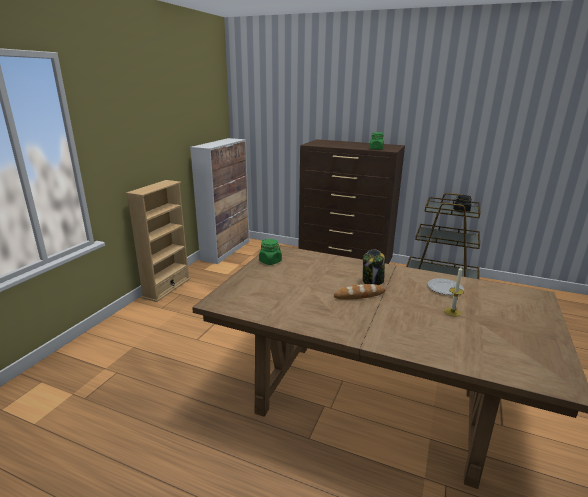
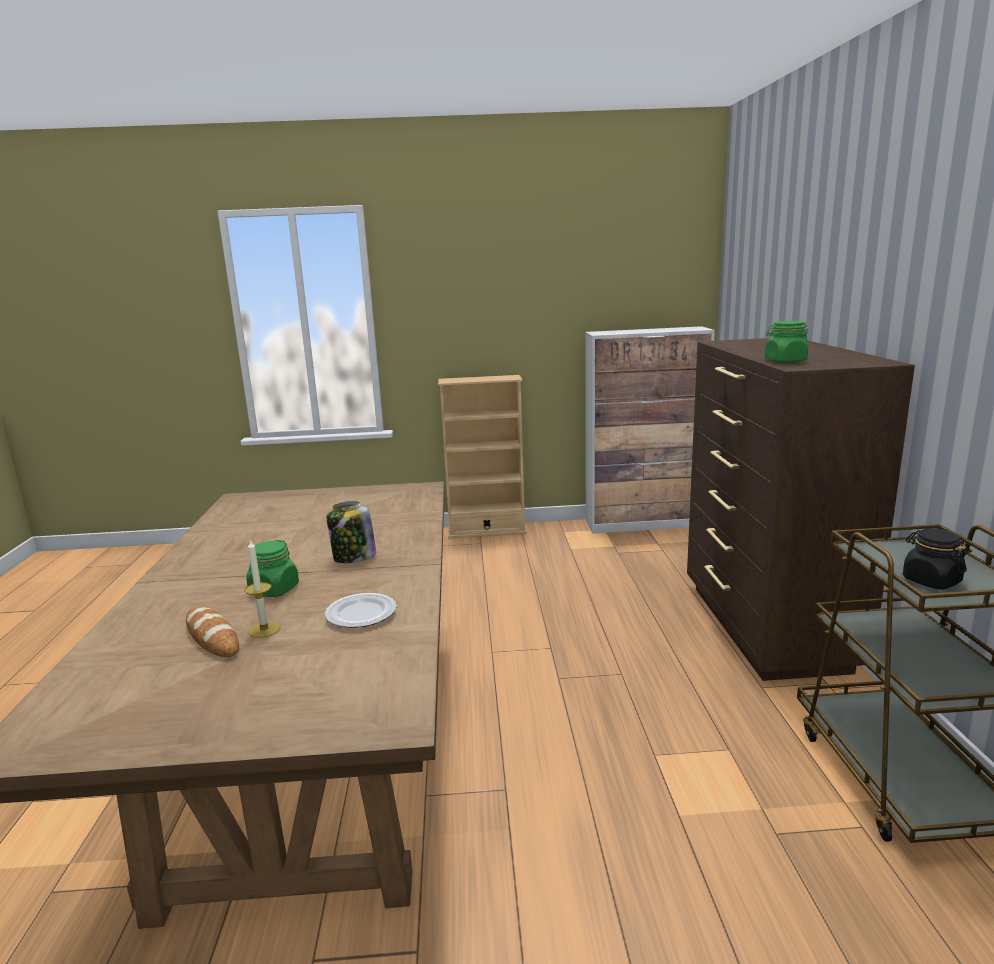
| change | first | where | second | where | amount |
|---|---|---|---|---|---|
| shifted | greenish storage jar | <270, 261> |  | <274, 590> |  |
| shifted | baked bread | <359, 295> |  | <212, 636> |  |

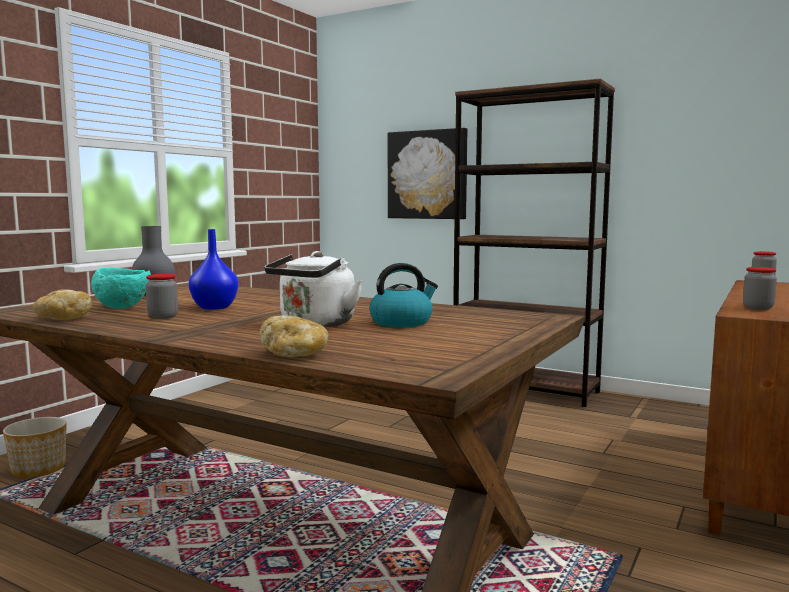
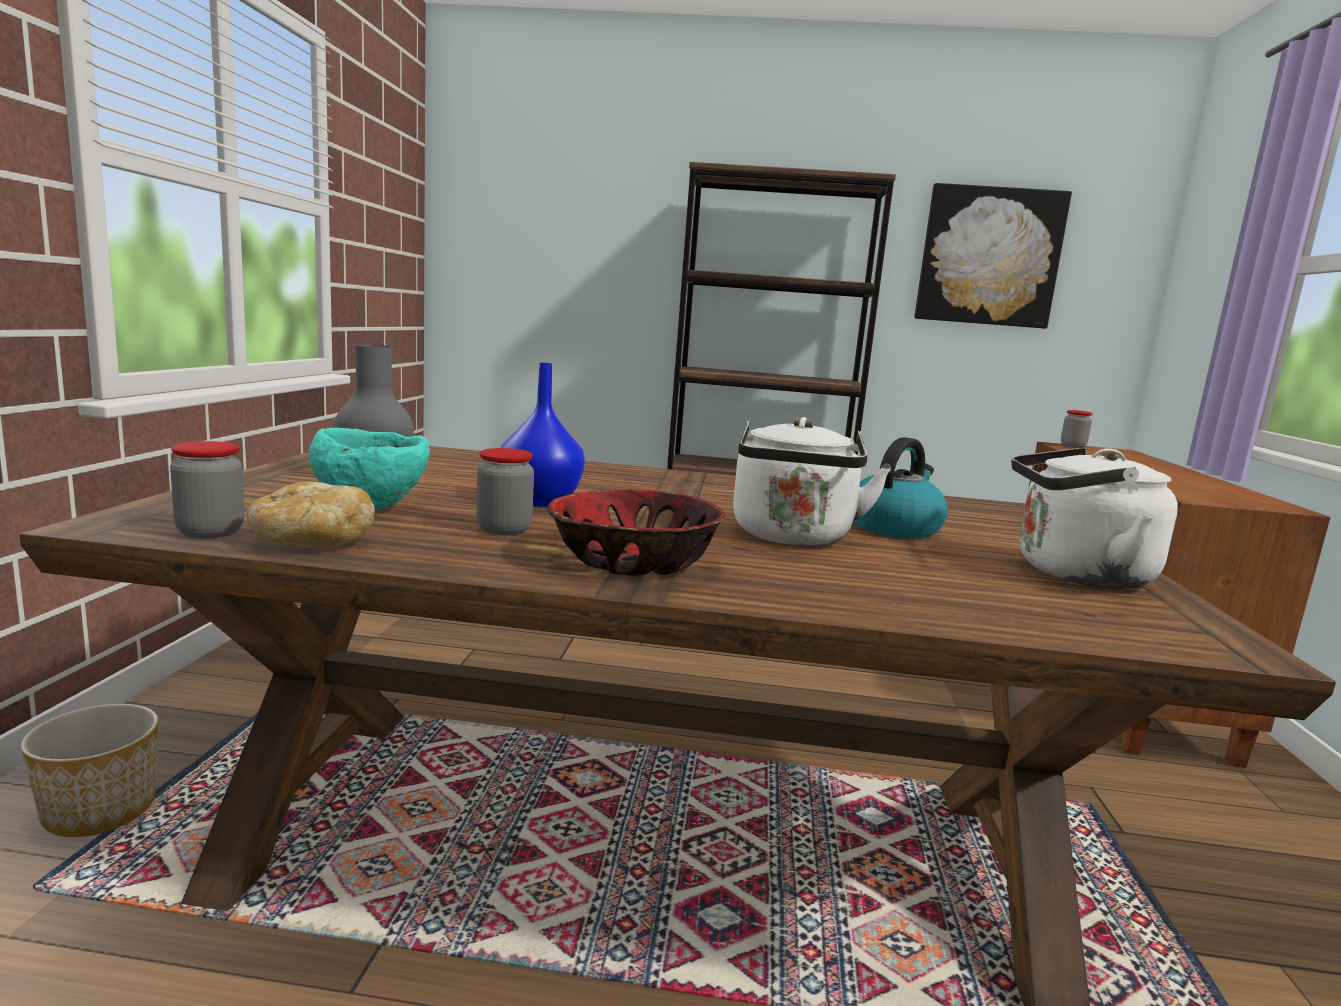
| change | first | where | second | where | amount |
|---|---|---|---|---|---|
| gone | baked bread | <295, 354> |  |  |  |
| shifted | picture | <427, 175> |  | <989, 257> |  |
| shifted | storage jar | <758, 308> |  | <210, 532> |  |
| new |  |  | bowl | <631, 561> |  |
| new |  |  | white water kettle | <1074, 574> |  |

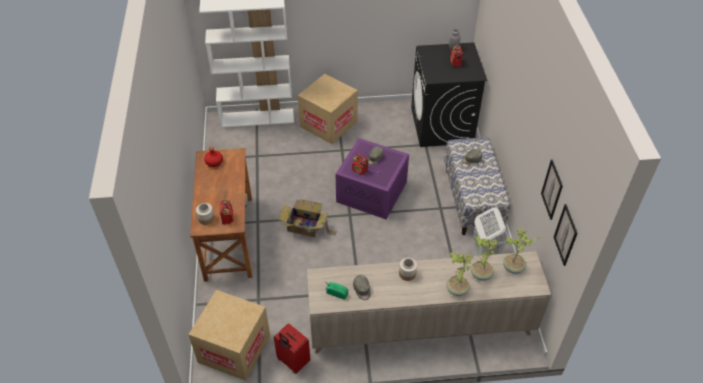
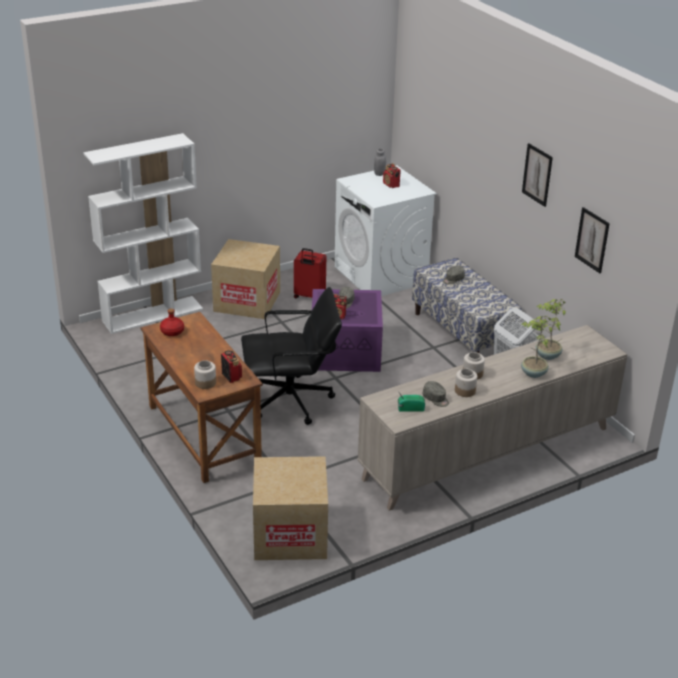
| change | first | where | second | where | amount |
|---|---|---|---|---|---|
| shifted | red travel case | <292, 361> |  | <309, 296> |  |
| swapped | packing box | <305, 227> | black desk chair | <291, 401> |  |
| repainted | black laundry appliance | <442, 125> | white laundry appliance | <381, 275> |  |
| gone | plant in a pot | <513, 268> |  |  |  |
| shifted | picture | <565, 235> |  | <537, 174> |  |
| new |  |  | storage jar | <465, 391> |  |

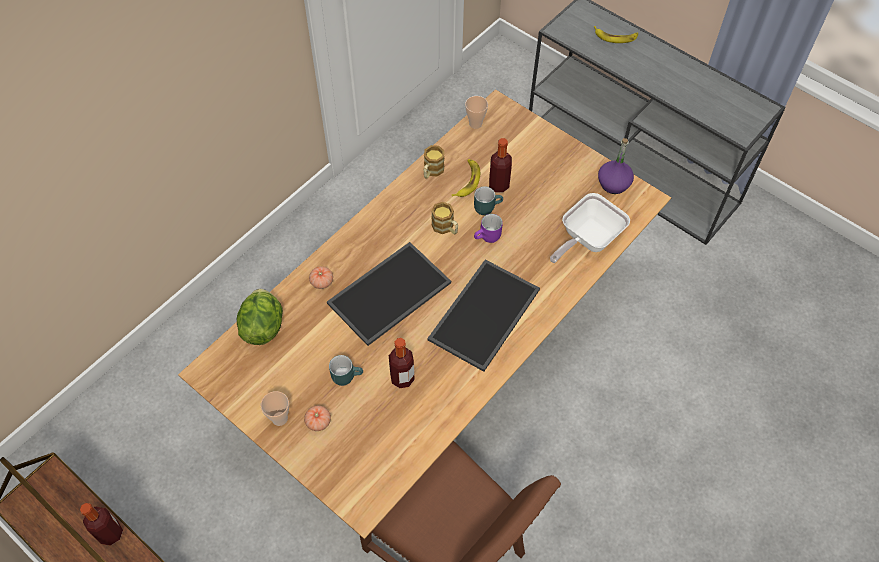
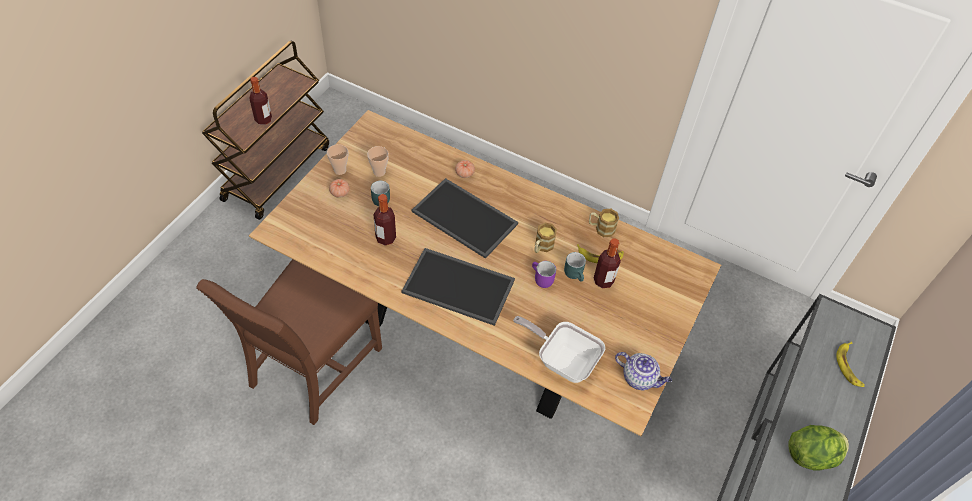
| change | first | where | second | where | amount |
|---|---|---|---|---|---|
| shifted | lettuce | <263, 326> |  | <811, 455> |  |
| shifted | small cup | <475, 124> |  | <379, 172> |  |
| swapped | purple bottle | <613, 184> | pot for tea | <639, 378> |  |

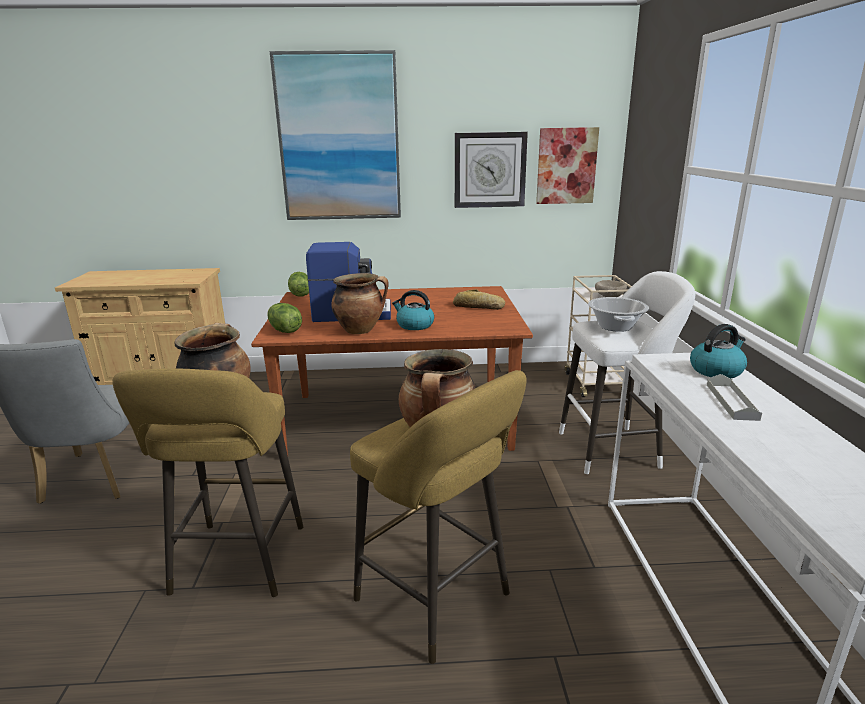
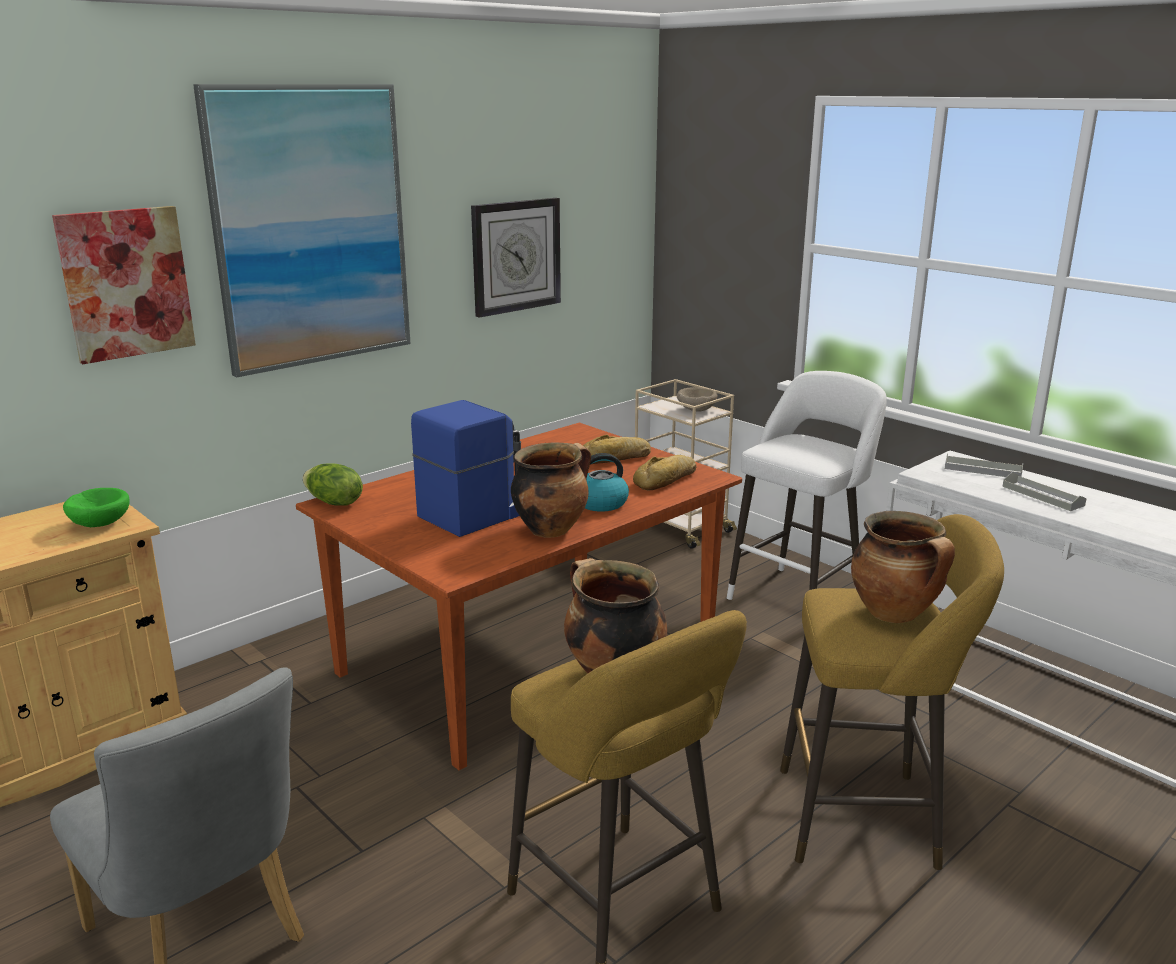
| change | first | where | second | where | amount |
|---|---|---|---|---|---|
| gone | lettuce | <284, 330> |  |  |  |
| shifted | picture | <566, 166> |  | <126, 283> |  |
| gone | saucepot | <615, 326> |  |  |  |
| swapped | water kettle | <716, 370> | greyish serving tray | <982, 470> |  |
| new |  |  | greenish bowl | <99, 523> |  |
| new |  |  | baked bread | <667, 479> |  |

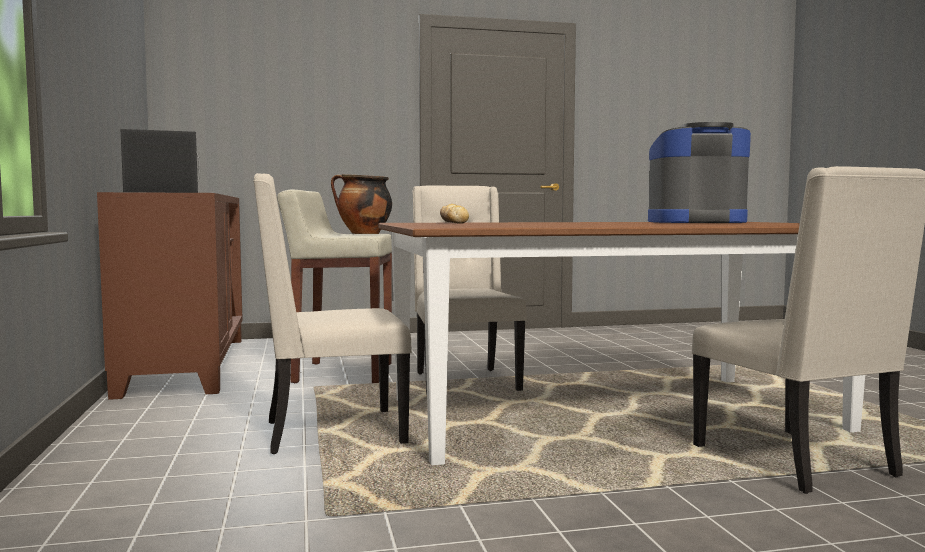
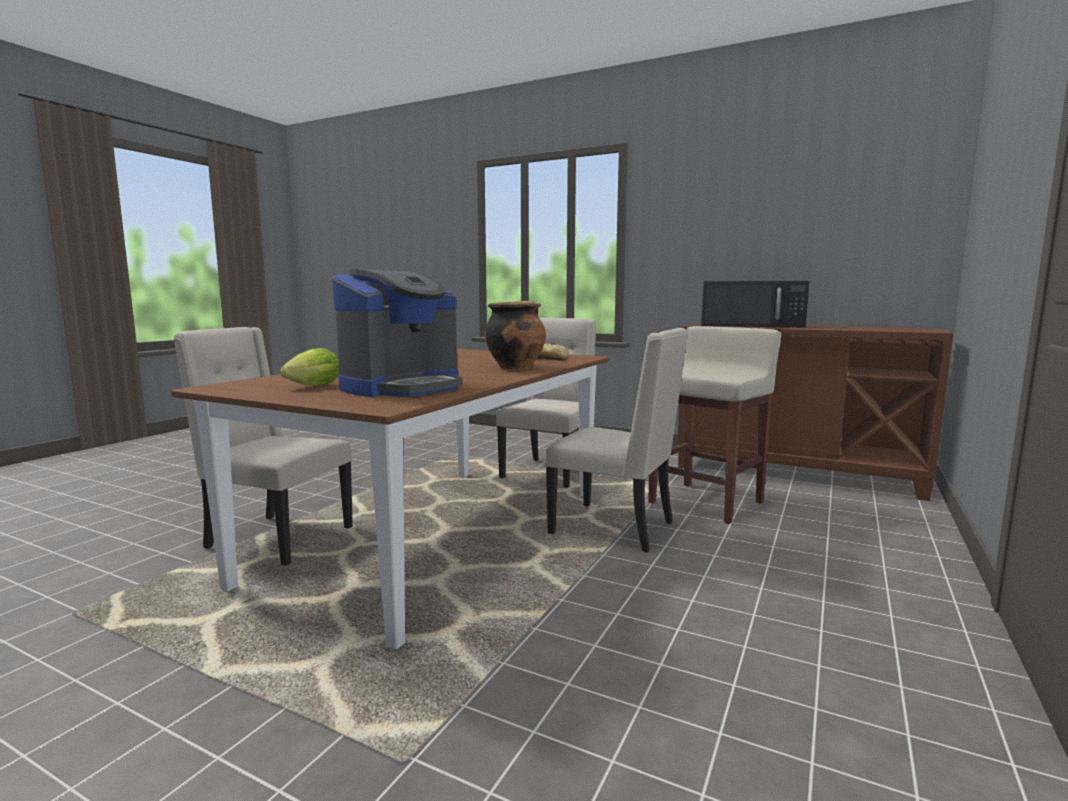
| change | first | where | second | where | amount |
|---|---|---|---|---|---|
| shifted | saucepot | <363, 234> |  | <515, 367> |  |
| new |  |  | lettuce | <311, 386> |  |

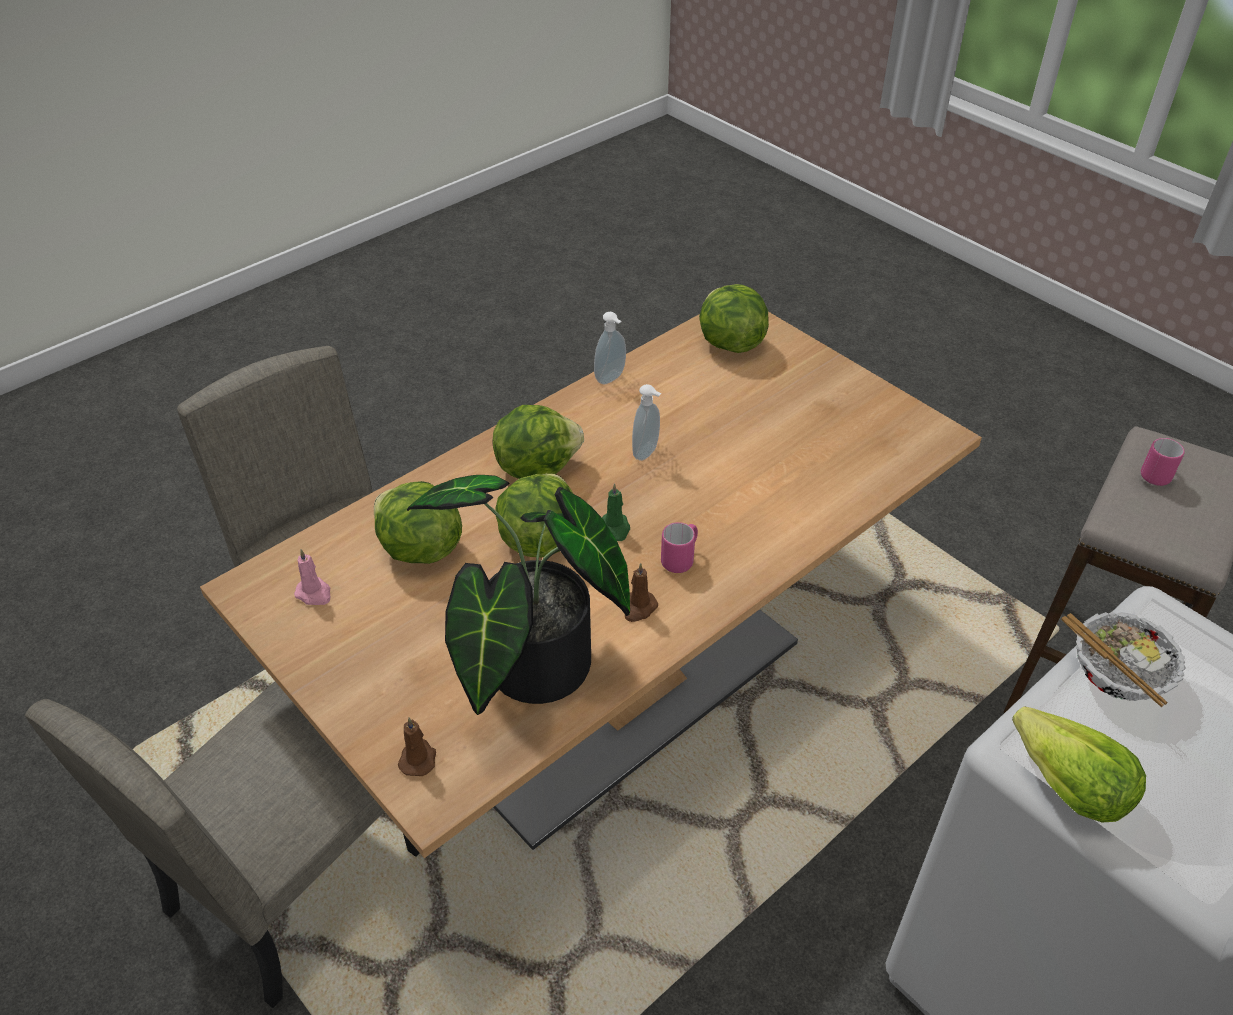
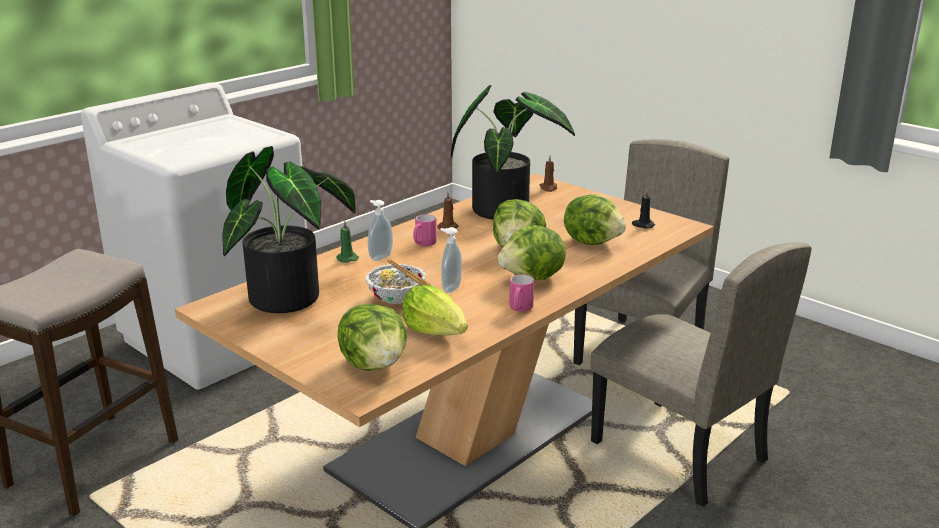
| change | first | where | second | where | amount |
|---|---|---|---|---|---|
| repainted | pink-coloured wax candle | <314, 594> | black wax candle | <642, 225> |  |
| shifted | soap bottle | <611, 379> |  | <379, 257> |  |
| shifted | greenish wax candle | <615, 528> |  | <346, 258> |  |
| shifted | lettuce | <1067, 786> |  | <436, 331> |  |
| shifted | bowl | <1115, 678> |  | <397, 298> |  |
| shifted | pink-coloured mug | <1155, 473> |  | <520, 309> |  |
| new |  |  | plant in a pot | <293, 298> |  |

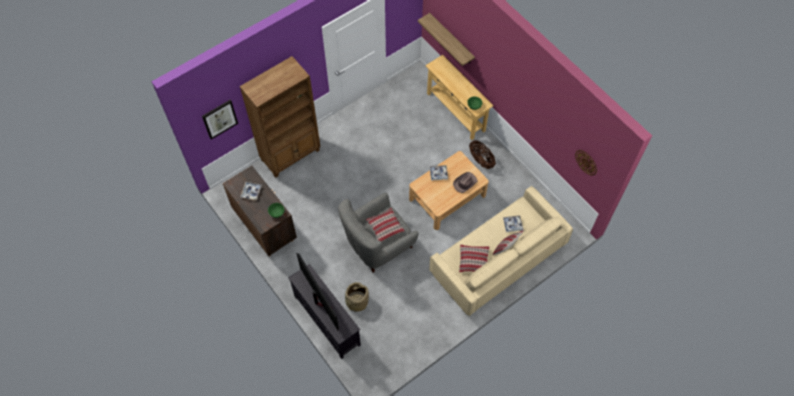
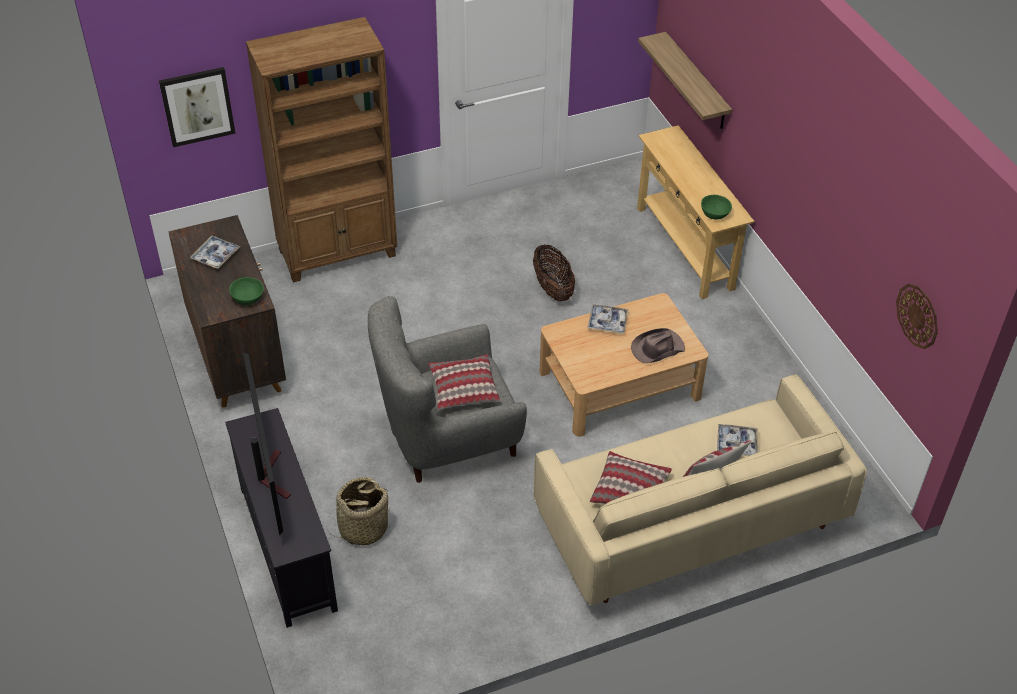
| change | first | where | second | where | amount |
|---|---|---|---|---|---|
| shifted | household basket | <481, 160> |  | <553, 288> |  |

